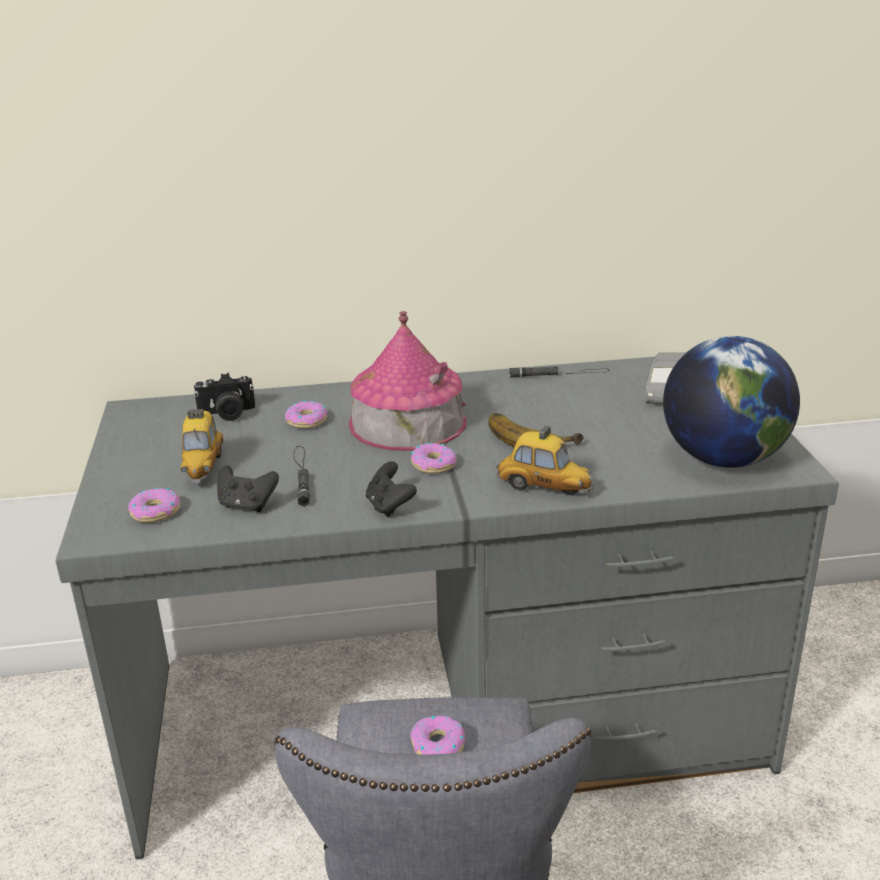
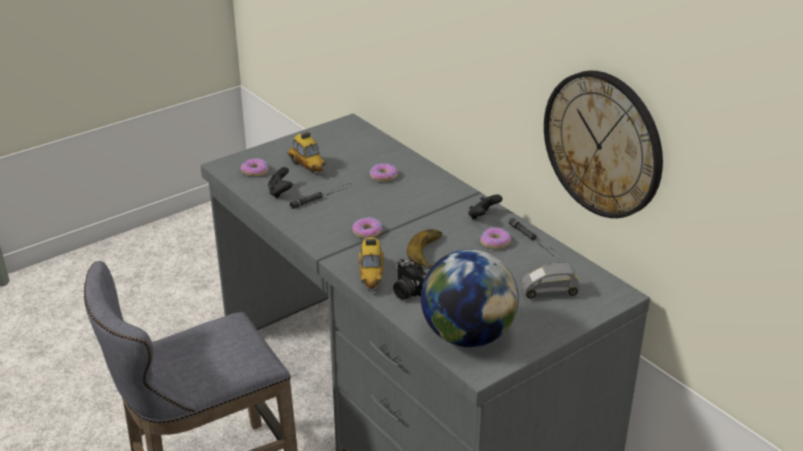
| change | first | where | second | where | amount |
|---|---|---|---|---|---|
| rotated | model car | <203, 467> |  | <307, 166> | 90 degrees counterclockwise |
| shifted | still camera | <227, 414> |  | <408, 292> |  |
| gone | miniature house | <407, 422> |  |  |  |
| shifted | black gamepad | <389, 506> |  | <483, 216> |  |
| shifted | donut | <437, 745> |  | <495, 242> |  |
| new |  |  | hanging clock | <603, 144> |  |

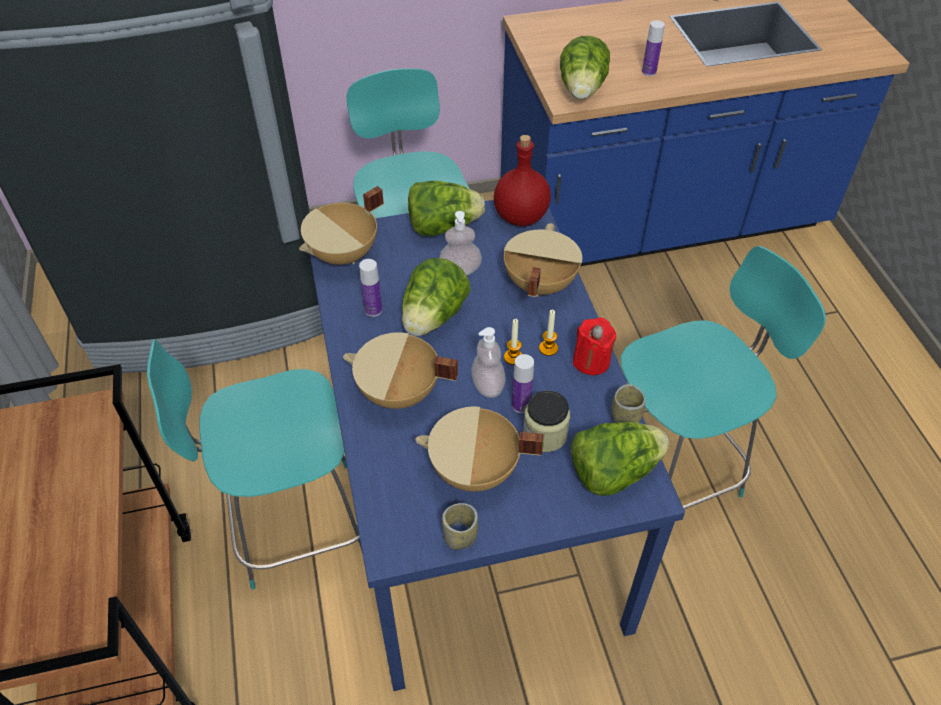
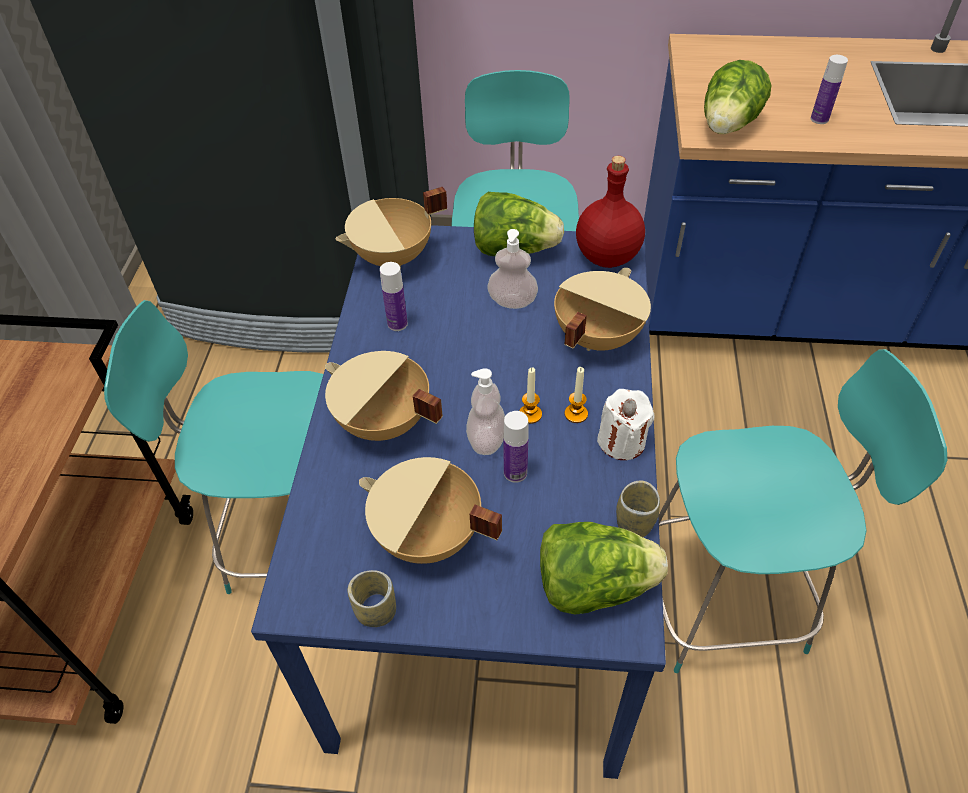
| change | first | where | second | where | amount |
|---|---|---|---|---|---|
| gone | lettuce | <433, 317> |  |  |  |
| gone | storage jar | <545, 434> |  |  |  |
| repainted | red wax candle | <591, 361> | white wax candle | <622, 442> |  |

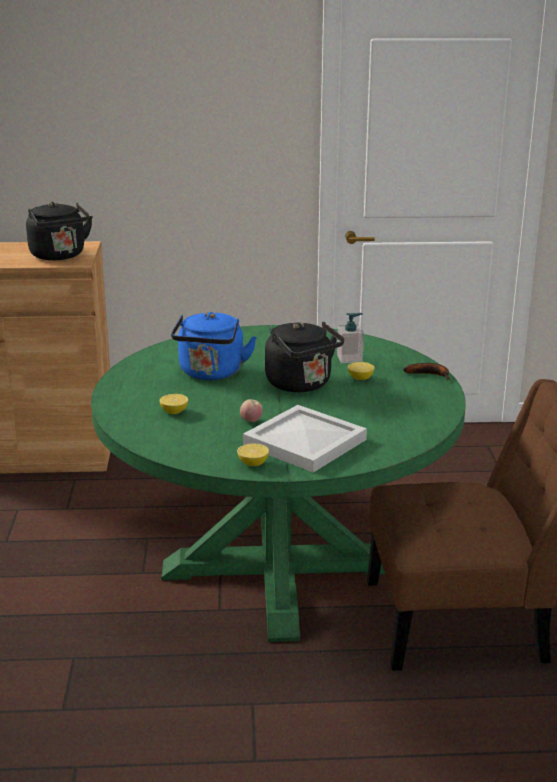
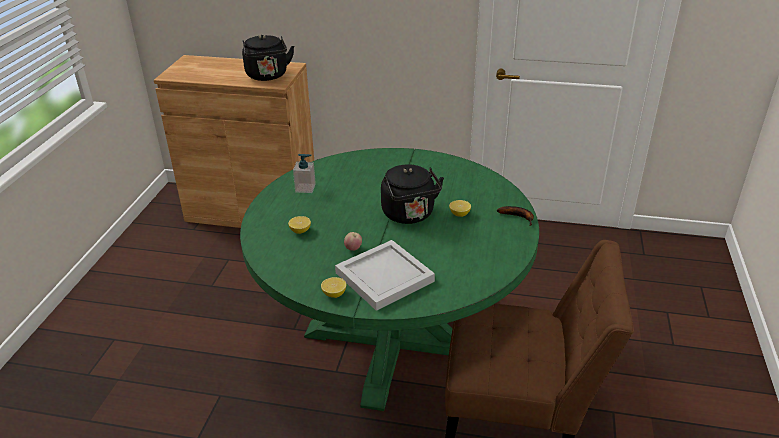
| change | first | where | second | where | amount |
|---|---|---|---|---|---|
| gone | blue water kettle | <211, 374> |  |  |  |
| shifted | soap bottle | <349, 359> |  | <305, 188> |  |

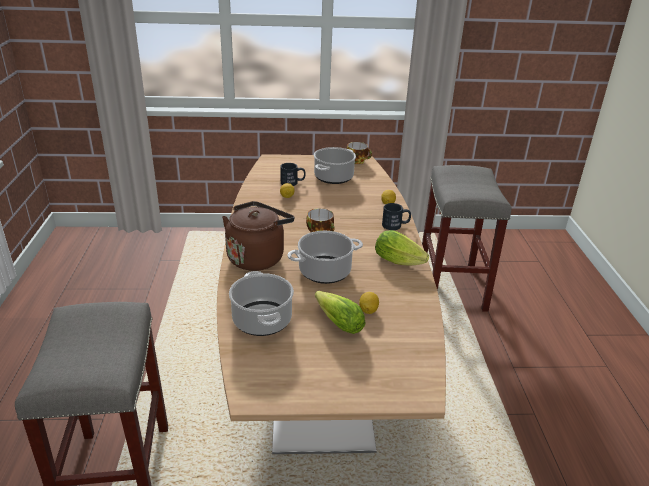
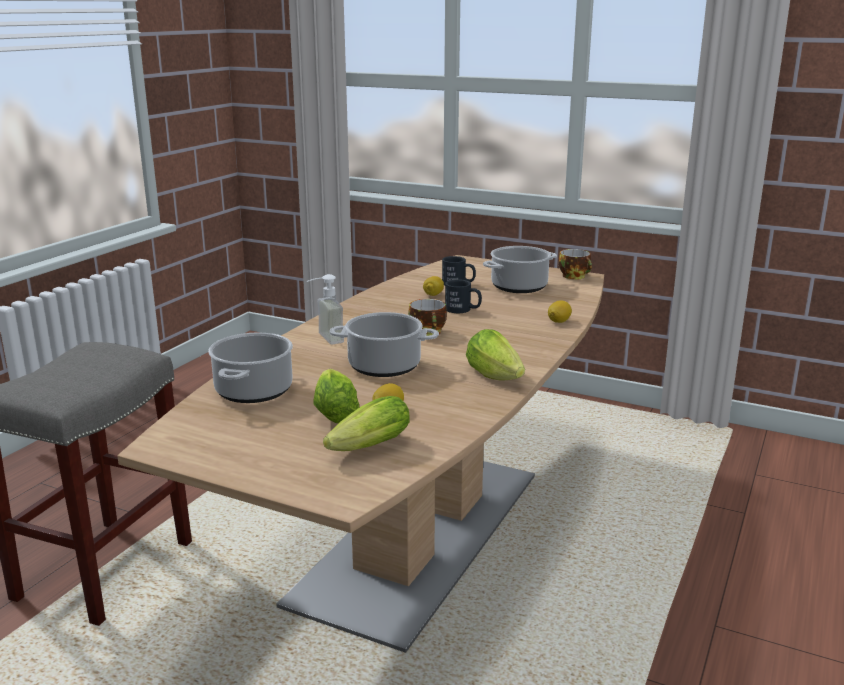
| change | first | where | second | where | amount |
|---|---|---|---|---|---|
| swapped | brownish water kettle | <257, 257> | soap bottle | <324, 339> |  |
| shifted | black mug | <395, 225> |  | <463, 310> |  |
| gone | greyish stool | <452, 288> |  |  |  |
| new |  |  | lettuce | <366, 449> |  |

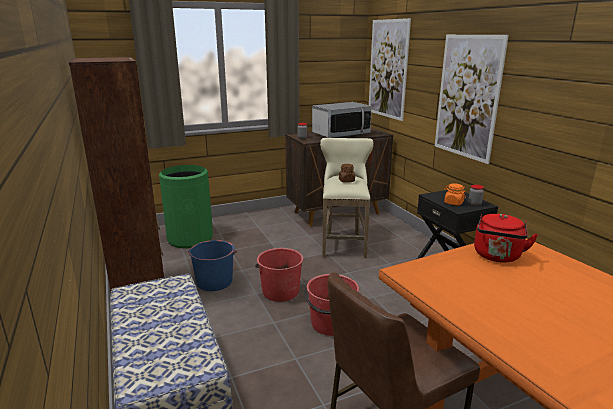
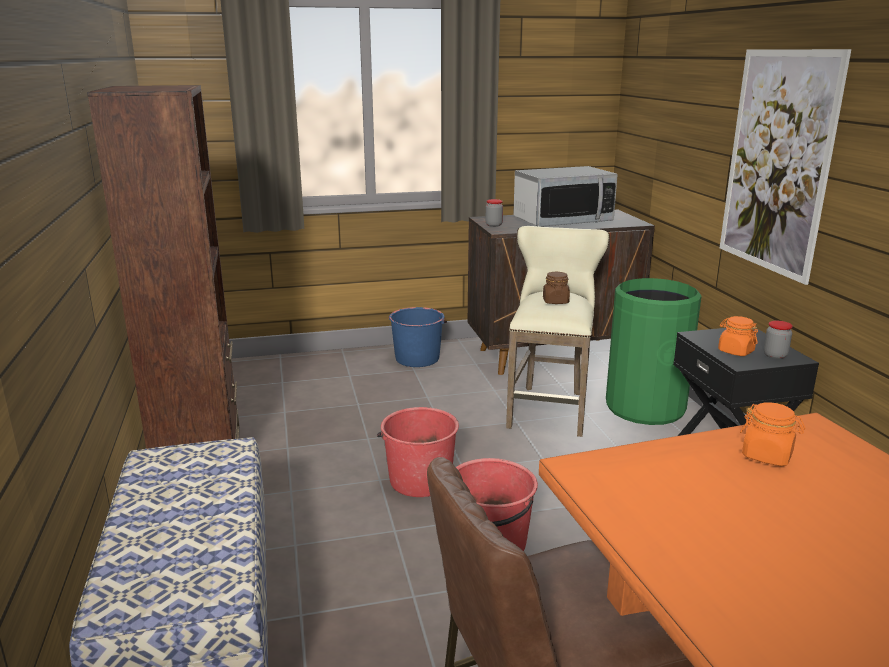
| change | first | where | second | where | amount |
|---|---|---|---|---|---|
| shifted | greenish waste bin | <190, 238> |  | <645, 407> |  |
| shifted | blue pail | <214, 282> |  | <417, 358> |  |
| gone | picture | <388, 69> |  |  |  |
| swapped | red water kettle | <497, 257> | orange storage jar | <767, 455> |  |

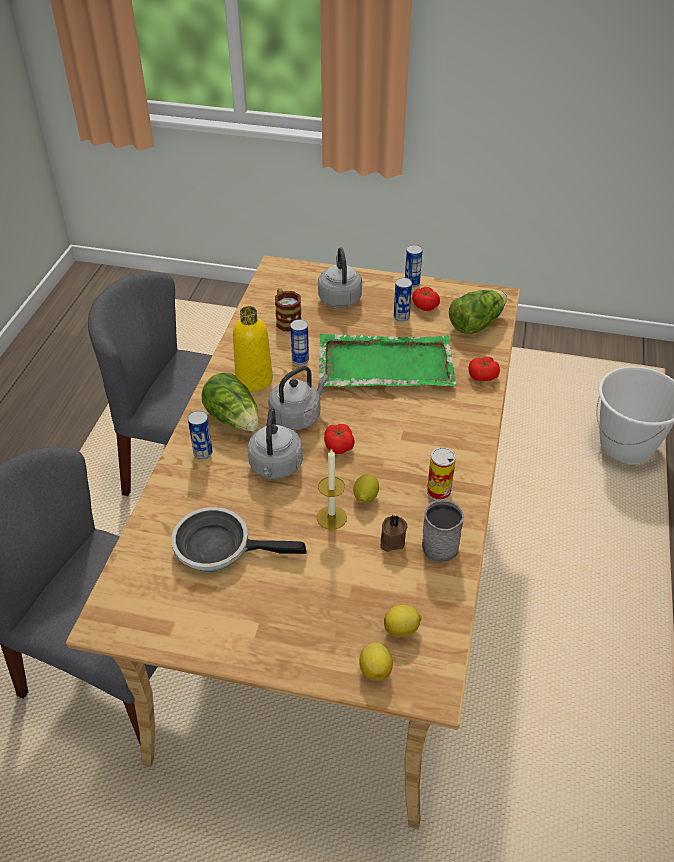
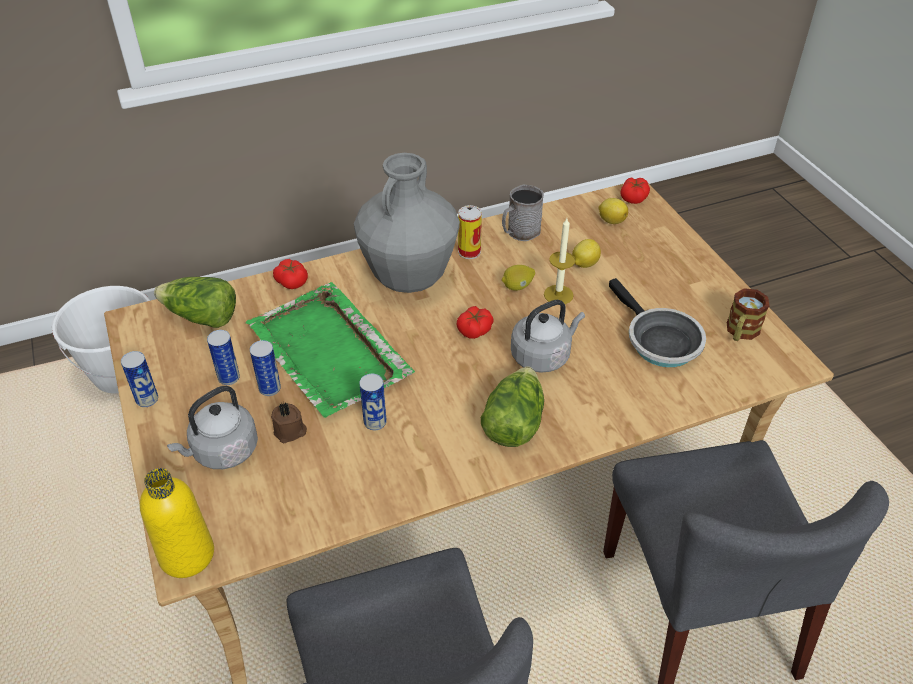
| change | first | where | second | where | amount |
|---|---|---|---|---|---|
| shifted | metal can | <203, 453> |  | <270, 388> |  |
| shifted | yellowish bottle | <254, 380> |  | <187, 555> |  |
| gone | greyish water kettle | <297, 416> |  |  |  |
| shifted | mug | <286, 320> |  | <740, 332> |  |
| shifted | citrus fruit | <375, 669> |  | <584, 264> |  |
| shifted | brownish wax candle | <391, 541> |  | <290, 432> |  |
| shifted | whole tomato | <425, 305> |  | <634, 197> |  |
| new |  |  | greyish vase | <409, 279> |  |

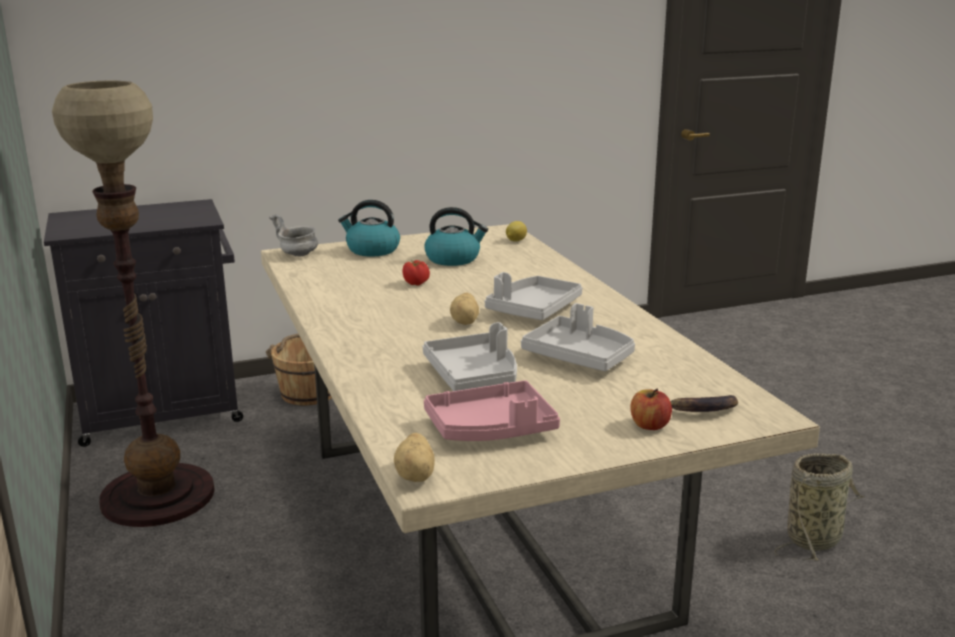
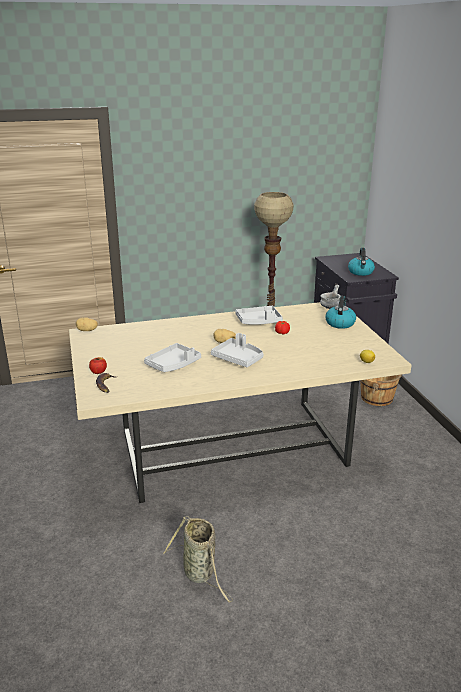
| change | first | where | second | where | amount |
|---|---|---|---|---|---|
| shifted | greyish serving tray | <474, 376> |  | <259, 321> |  |
| shifted | water kettle | <453, 259> |  | <361, 272> |  |
| gone | pink-coloured serving tray | <491, 429> |  |  |  |

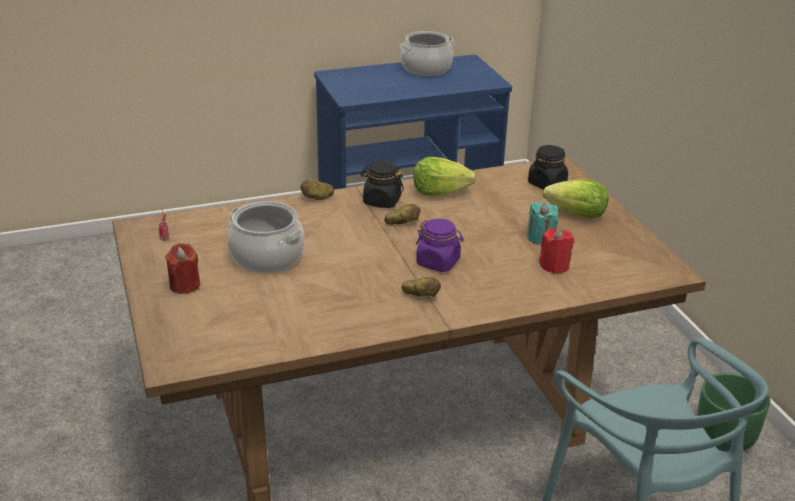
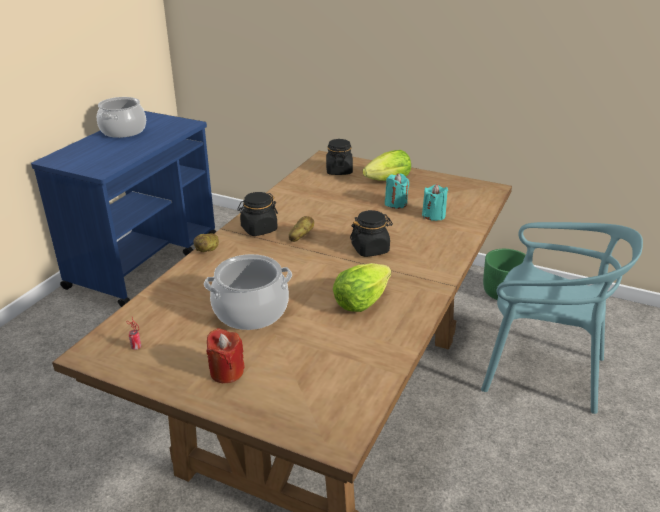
| change | first | where | second | where | amount |
|---|---|---|---|---|---|
| gone | whole potato | <421, 296> |  |  |  |
| shifted | lettuce | <439, 192> |  | <360, 302> |  |
| repainted | purple storage jar | <438, 263> | black storage jar | <370, 249> |  |
| repainted | red wax candle | <554, 266> | turquoise wax candle | <433, 215> |  |

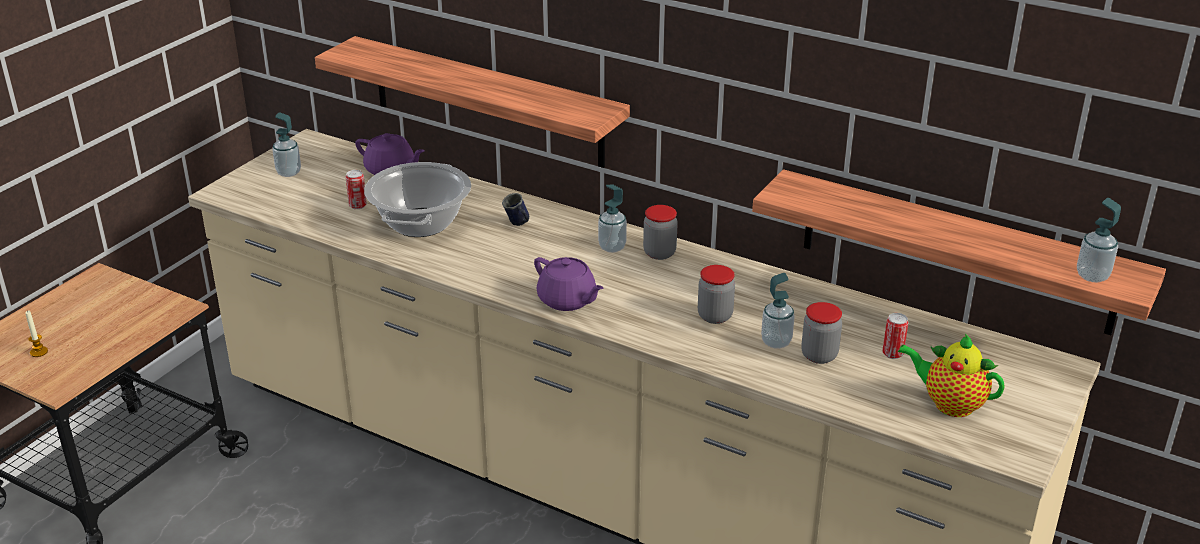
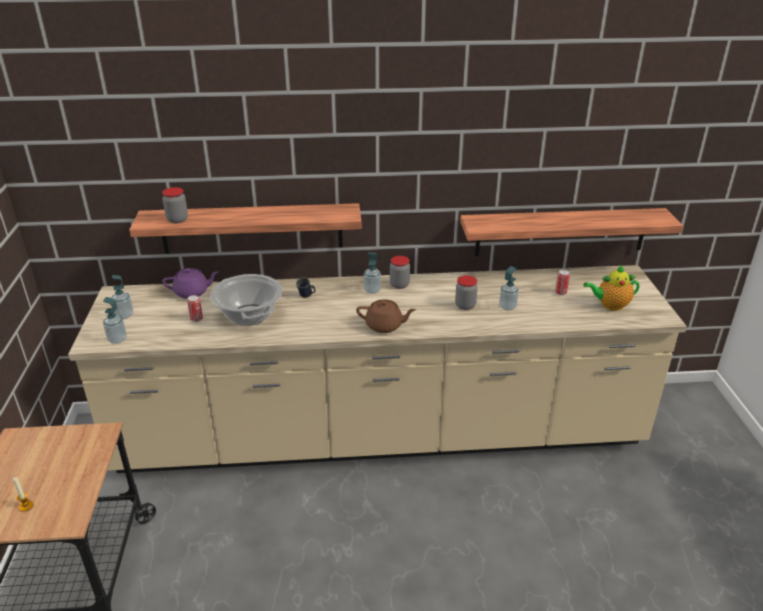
| change | first | where | second | where | amount |
|---|---|---|---|---|---|
| repainted | purple pot for tea | <567, 300> | brownish pot for tea | <385, 326> |  |
| shifted | storage jar | <819, 355> |  | <177, 220> |  |
| shifted | soap bottle | <1092, 276> |  | <117, 340> |  |

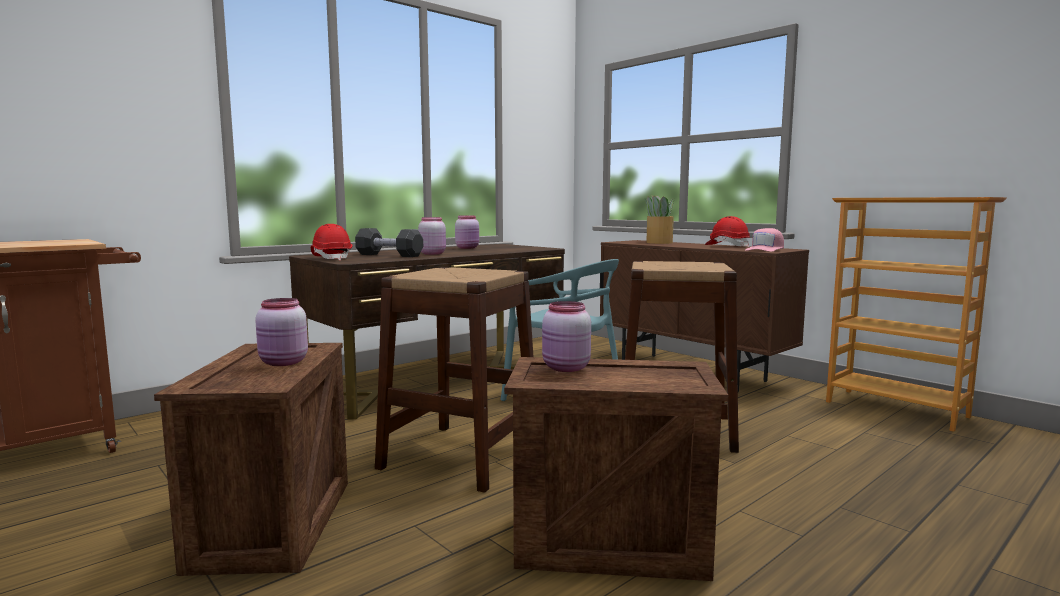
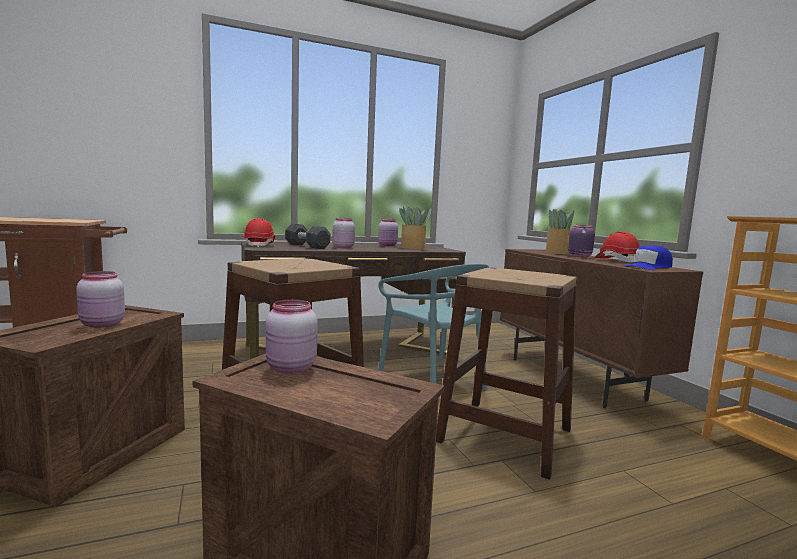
| change | first | where | second | where | amount |
|---|---|---|---|---|---|
| repainted | pink-coloured peaked cap | <765, 249> | blue peaked cap | <648, 267> |  |
| new |  |  | plant in a pot | <413, 248> |  |
| new |  |  | purple storage jar | <580, 256> |  |

